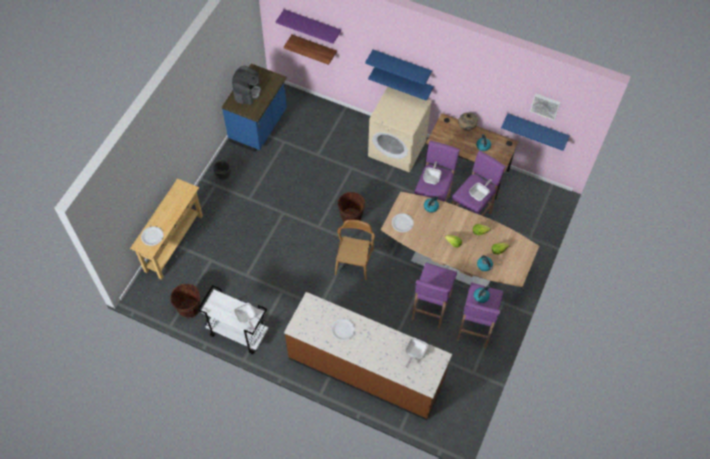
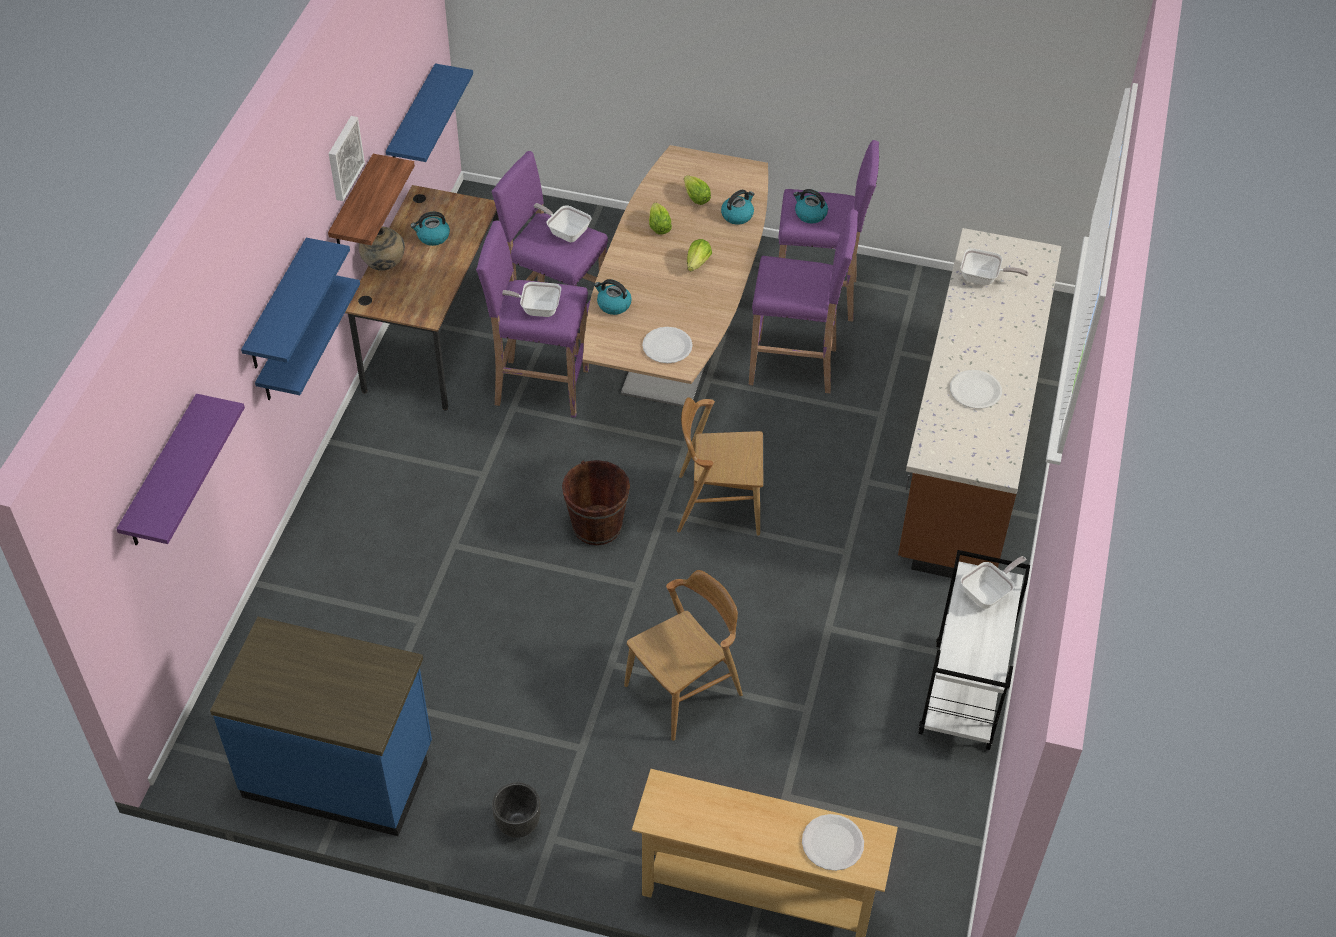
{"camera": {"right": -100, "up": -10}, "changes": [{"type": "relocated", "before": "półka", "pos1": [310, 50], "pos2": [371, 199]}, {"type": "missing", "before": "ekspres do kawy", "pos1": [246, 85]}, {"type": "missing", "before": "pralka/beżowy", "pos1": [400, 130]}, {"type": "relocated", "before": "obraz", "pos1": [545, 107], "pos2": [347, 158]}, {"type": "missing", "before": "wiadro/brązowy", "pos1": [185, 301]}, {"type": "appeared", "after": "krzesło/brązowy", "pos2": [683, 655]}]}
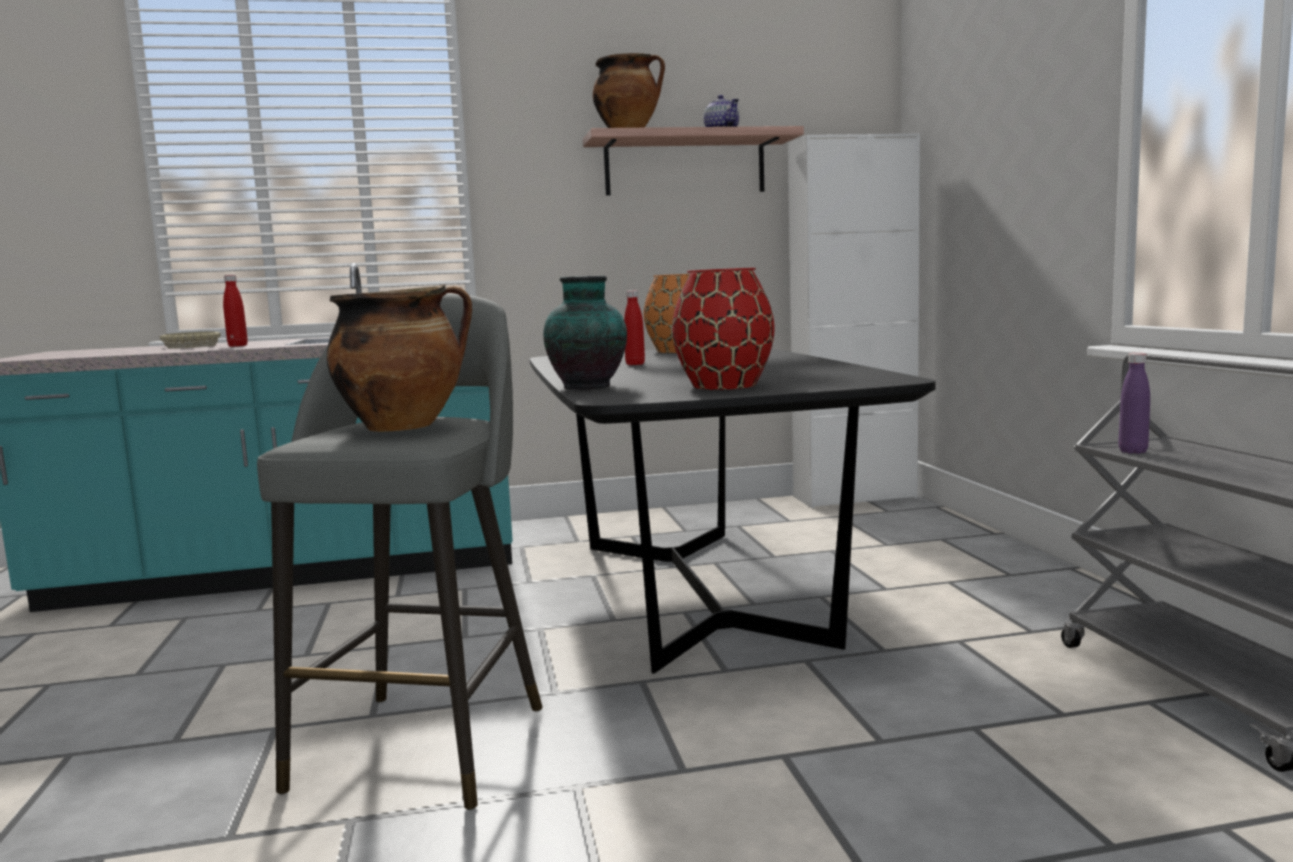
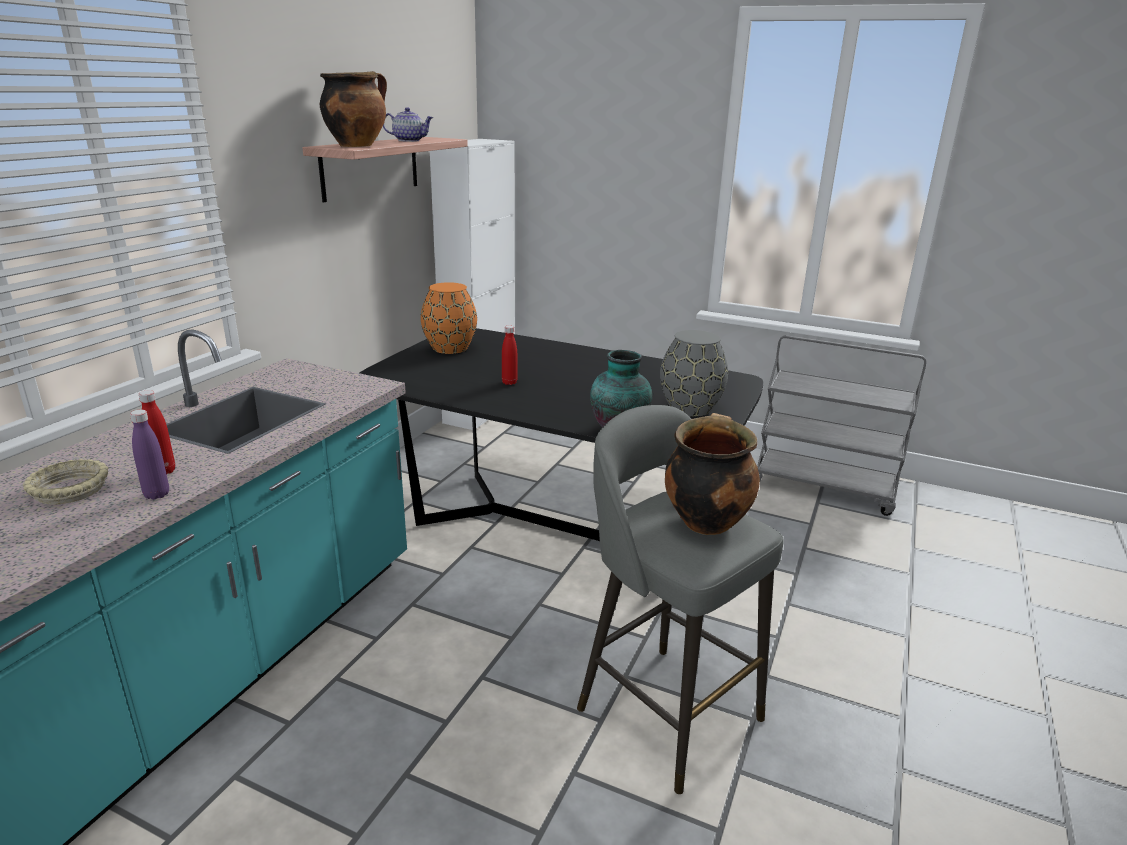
{"camera": {"right": -55, "up": 15}, "changes": [{"type": "colour", "before": "wazon/czerwony", "after": "wazon/szary", "pos1": [723, 329], "pos2": [694, 373]}, {"type": "relocated", "before": "butelka/fioletowy", "pos1": [1134, 403], "pos2": [149, 454]}]}
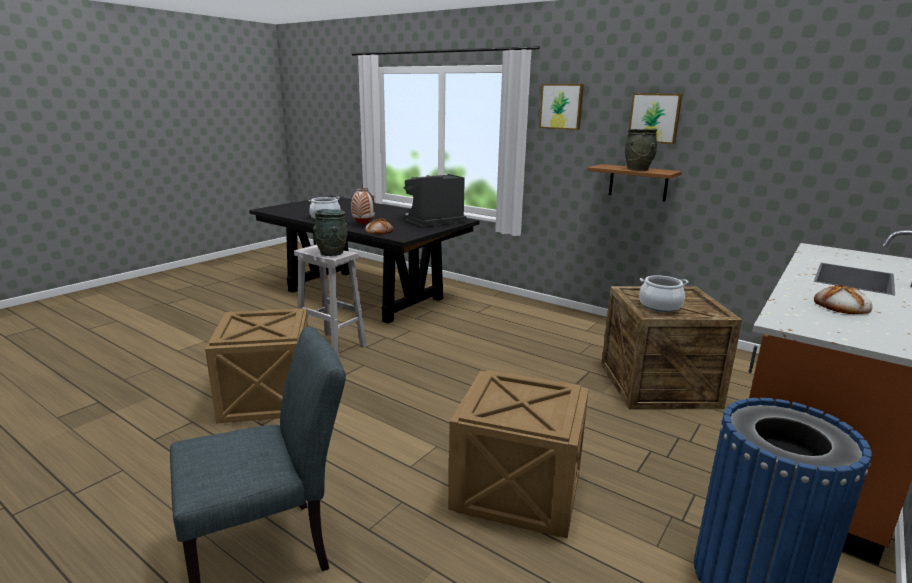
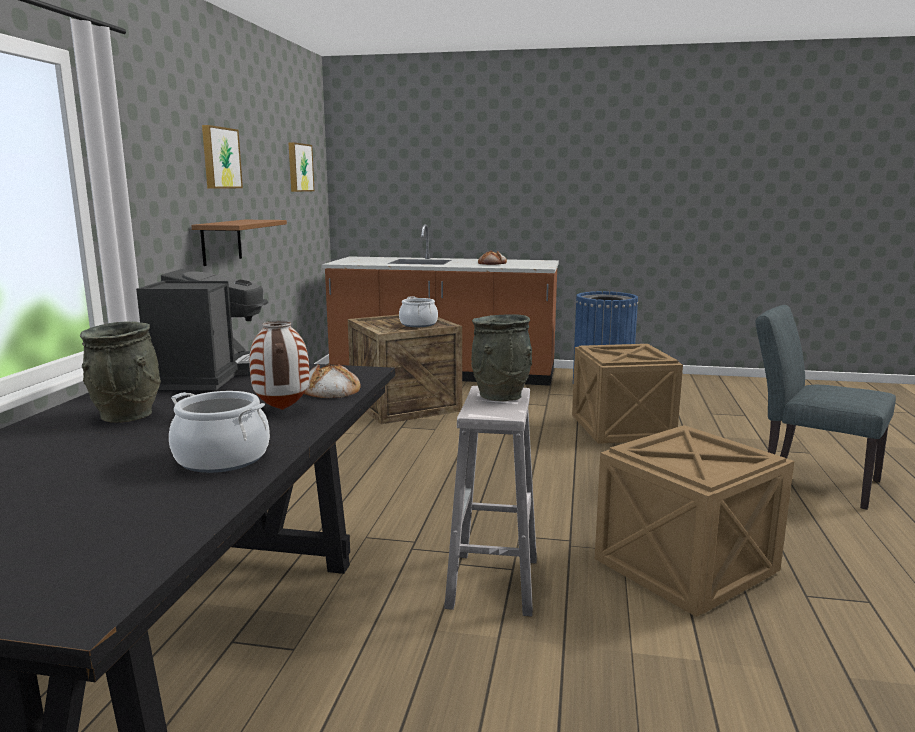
{"camera": {"right": -115, "up": -5}, "changes": [{"type": "relocated", "before": "obraz", "pos1": [561, 107], "pos2": [301, 167]}, {"type": "relocated", "before": "wazon/szary", "pos1": [641, 150], "pos2": [120, 372]}, {"type": "spun", "before": "ekspres do kawy", "pos1": [434, 200], "pos2": [202, 329], "turn": -120}]}
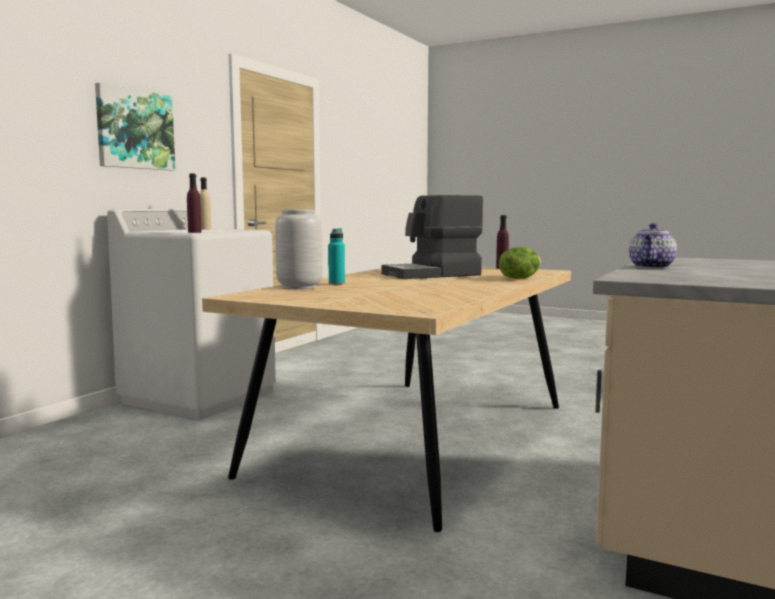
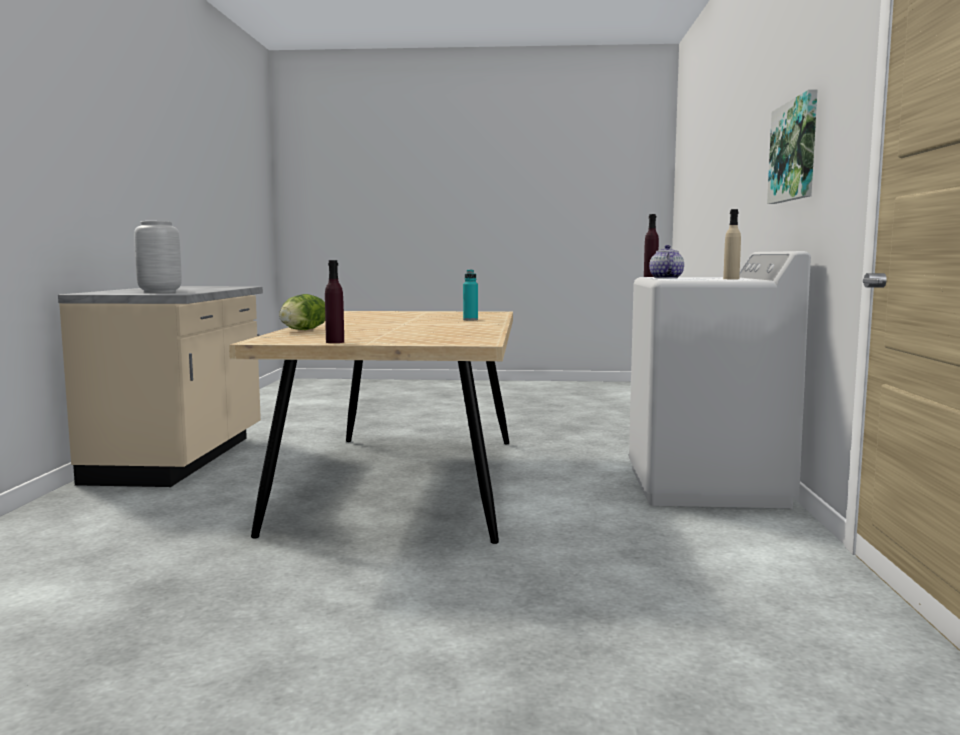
{"camera": {"right": 155, "up": 0}, "changes": [{"type": "missing", "before": "ekspres do kawy", "pos1": [432, 237]}, {"type": "relocated", "before": "wazon/szary", "pos1": [299, 249], "pos2": [158, 257]}, {"type": "relocated", "before": "imbryk", "pos1": [653, 245], "pos2": [666, 262]}]}
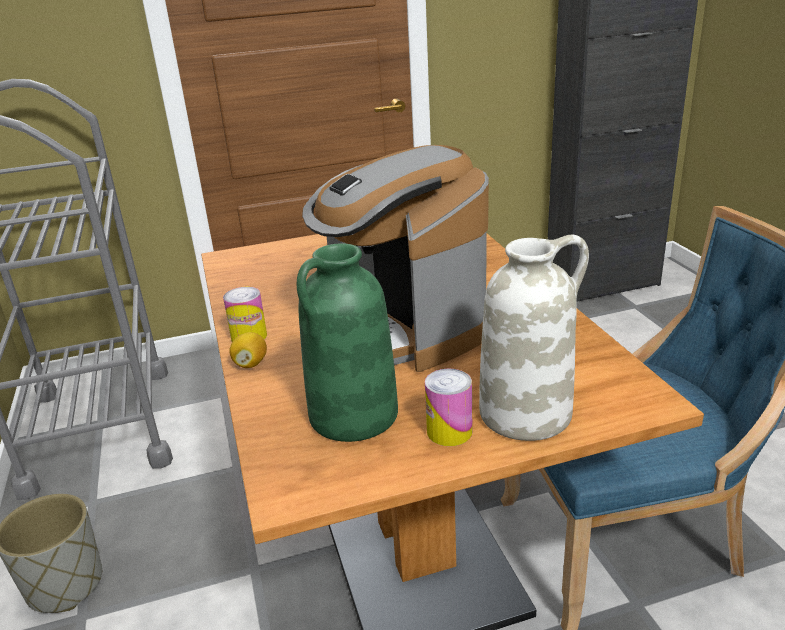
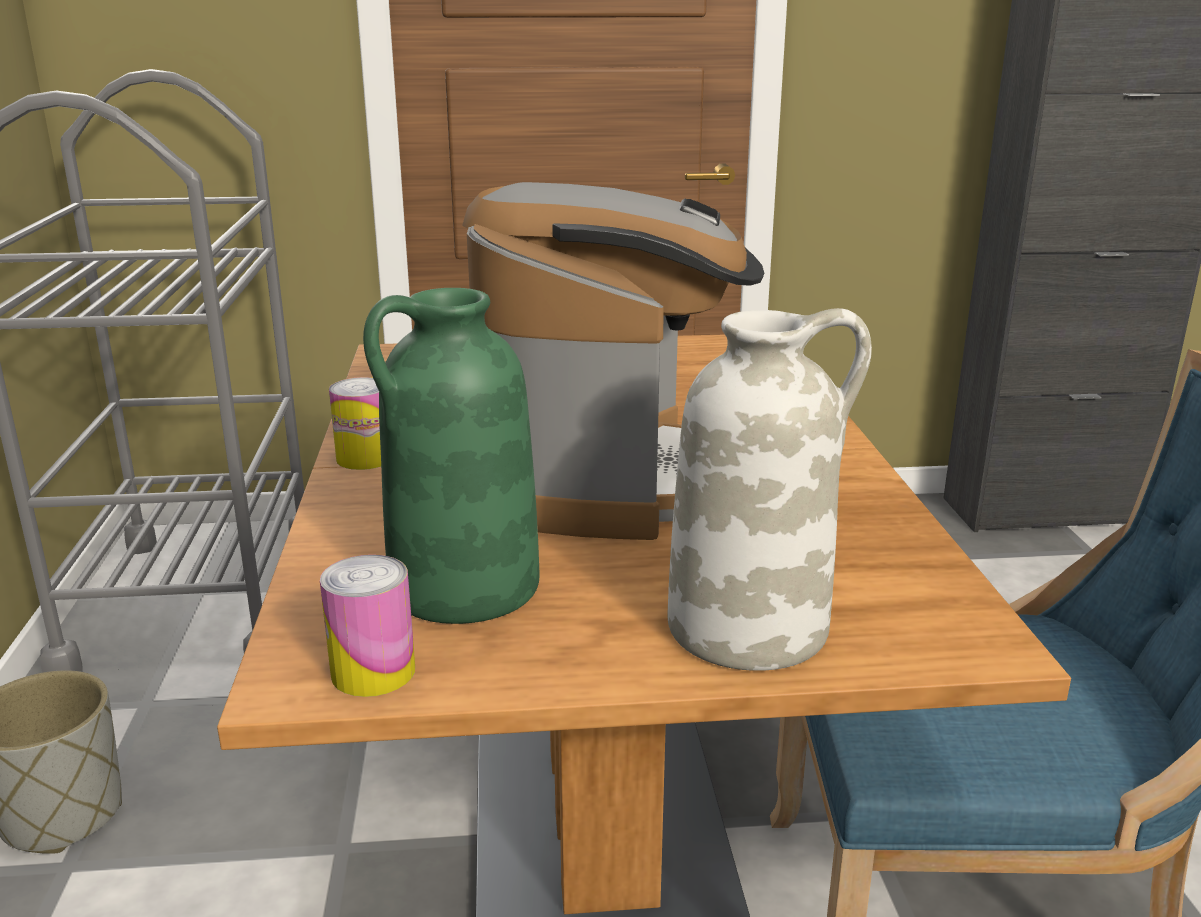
{"camera": {"right": 10, "up": -5}, "changes": [{"type": "spun", "before": "ekspres do kawy", "pos1": [395, 258], "pos2": [613, 361], "turn": -150}, {"type": "missing", "before": "cytryna", "pos1": [248, 350]}, {"type": "relocated", "before": "puszka", "pos1": [448, 407], "pos2": [367, 626]}]}
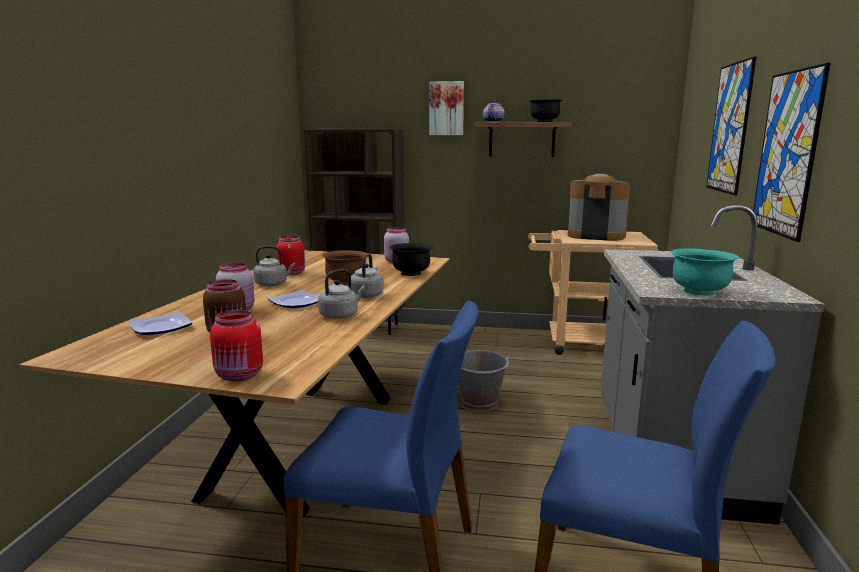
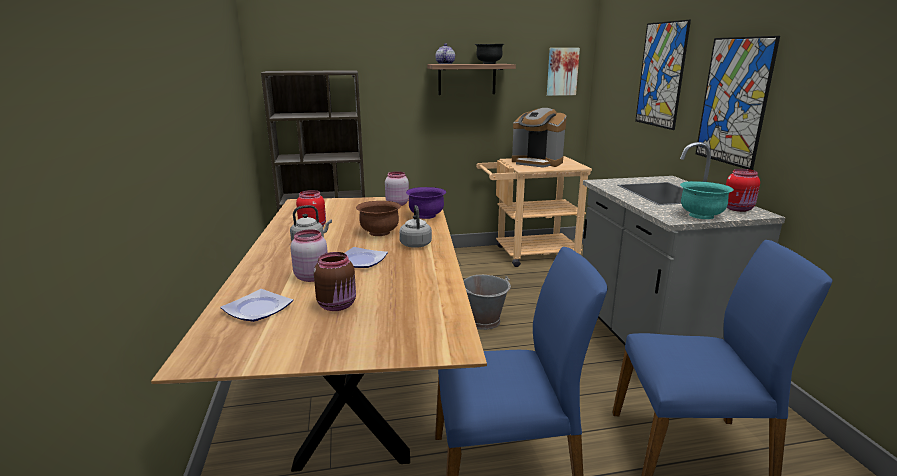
{"camera": {"right": -20, "up": 5}, "changes": [{"type": "relocated", "before": "obraz", "pos1": [446, 108], "pos2": [563, 72]}, {"type": "spun", "before": "ekspres do kawy", "pos1": [599, 207], "pos2": [539, 138], "turn": -150}, {"type": "colour", "before": "miska/czarny", "after": "miska/fioletowy", "pos1": [411, 259], "pos2": [426, 203]}, {"type": "missing", "before": "czajnik/szary", "pos1": [341, 294]}, {"type": "relocated", "before": "słoik/czerwony", "pos1": [236, 346], "pos2": [743, 190]}]}
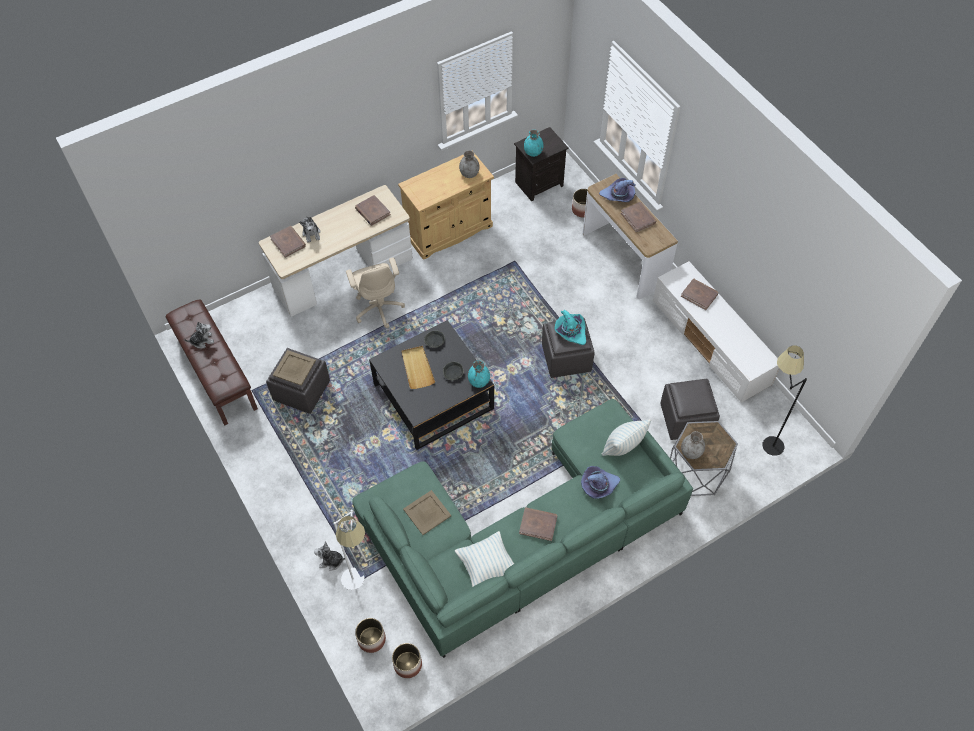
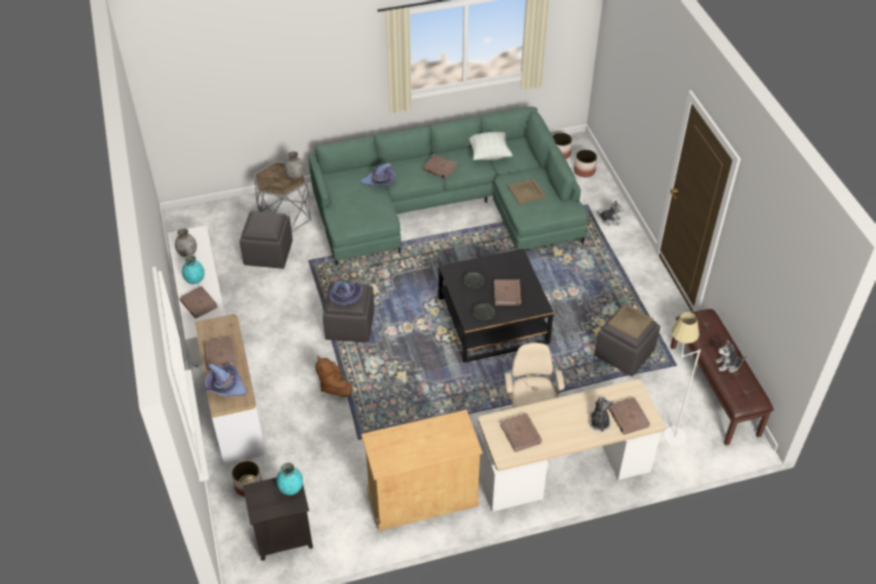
{"camera": {"right": -165, "up": -10}, "changes": [{"type": "relocated", "before": "wazon/szary", "pos1": [469, 164], "pos2": [186, 242]}, {"type": "colour", "before": "kapelusz/turkusowy", "after": "kapelusz/fioletowy", "pos1": [570, 327], "pos2": [345, 293]}, {"type": "missing", "before": "lampa stojąca/czarny", "pos1": [785, 400]}, {"type": "exchanged", "before": "taca/beżowy", "after": "książka/brązowy", "pos1": [418, 367], "pos2": [507, 292]}, {"type": "relocated", "before": "wazon/turkusowy", "pos1": [479, 374], "pos2": [193, 269]}, {"type": "missing", "before": "poduszka", "pos1": [626, 437]}, {"type": "relocated", "before": "lampa stojąca/biały", "pos1": [349, 549], "pos2": [682, 379]}, {"type": "appeared", "after": "pluszak/brązowy", "pos2": [333, 376]}]}
